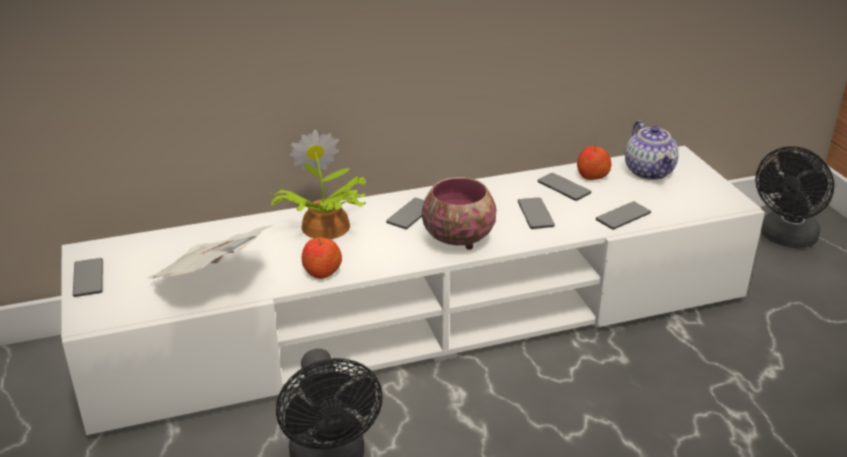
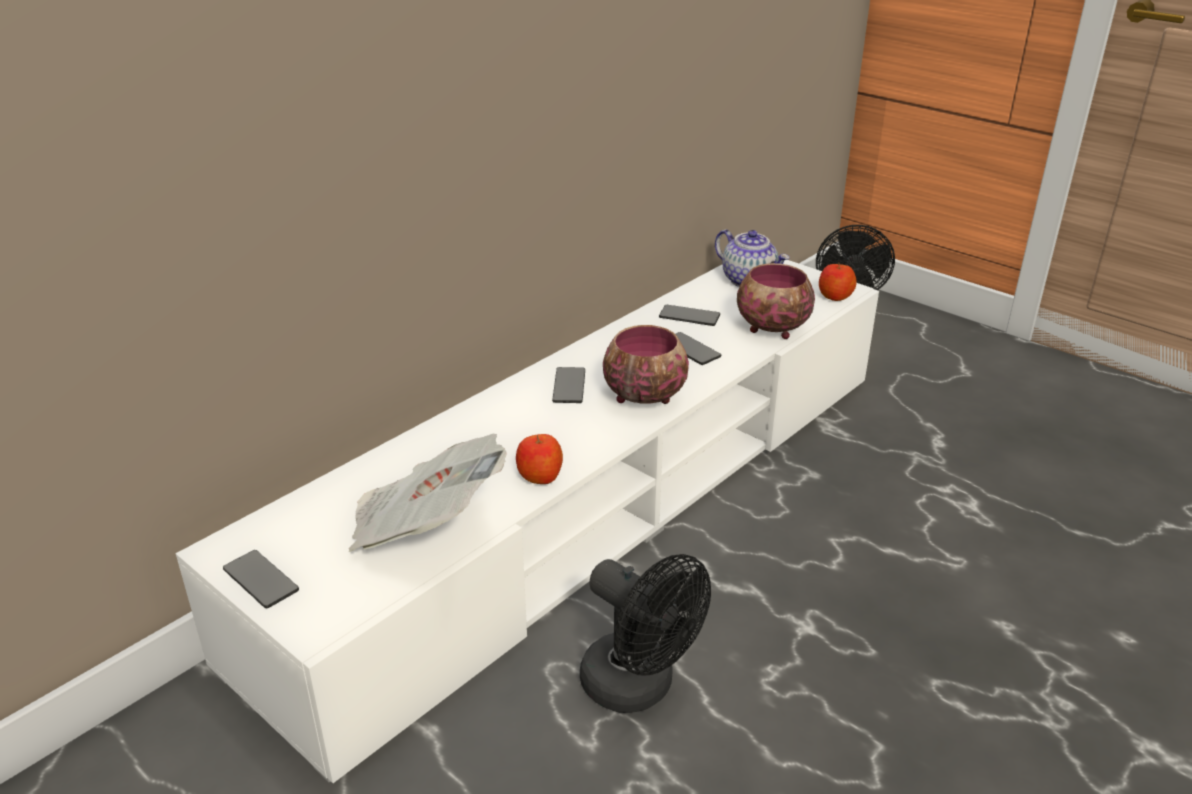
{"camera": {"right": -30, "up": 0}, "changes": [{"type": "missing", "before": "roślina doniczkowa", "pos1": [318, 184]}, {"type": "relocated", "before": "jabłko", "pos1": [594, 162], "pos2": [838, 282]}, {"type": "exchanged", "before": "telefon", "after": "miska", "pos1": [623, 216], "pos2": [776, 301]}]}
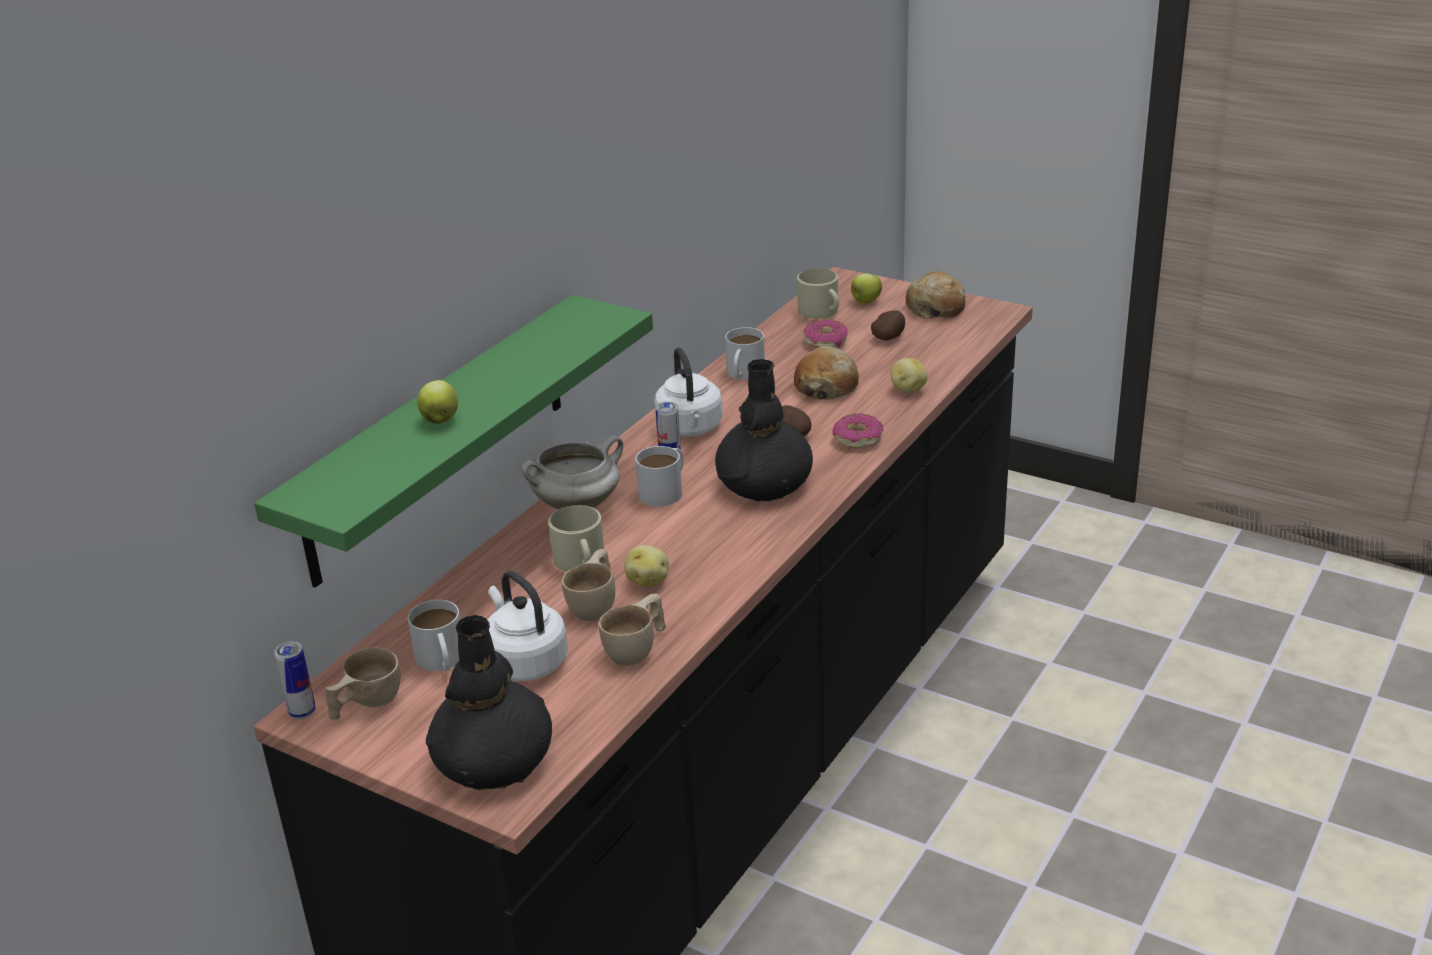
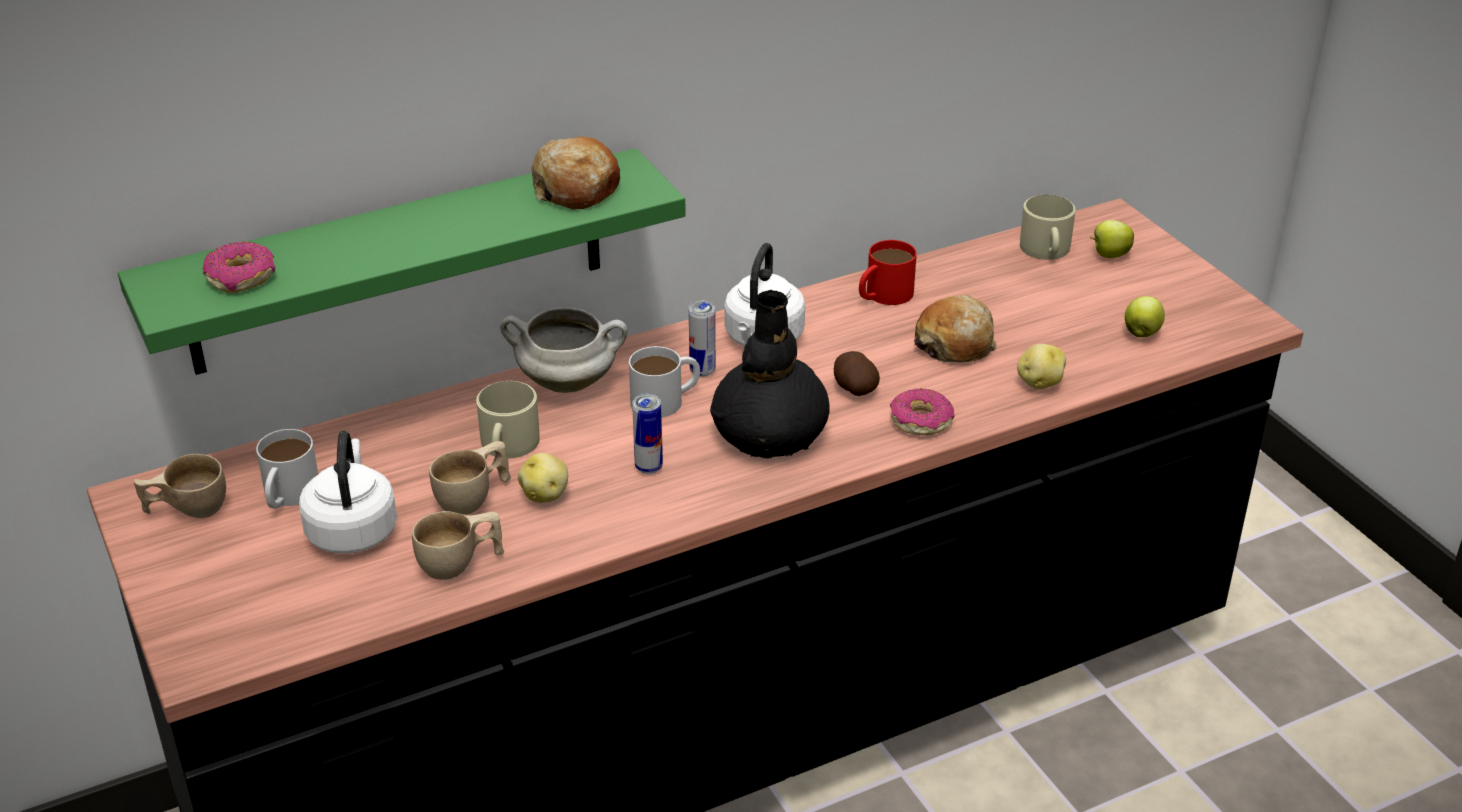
{"camera": {"right": 30, "up": 5}, "changes": [{"type": "relocated", "before": "chleb", "pos1": [935, 295], "pos2": [575, 172]}, {"type": "missing", "before": "ziemniak", "pos1": [888, 325]}, {"type": "relocated", "before": "donut", "pos1": [826, 334], "pos2": [238, 267]}, {"type": "colour", "before": "kubek/biały", "after": "kubek/czerwony", "pos1": [745, 353], "pos2": [888, 272]}, {"type": "relocated", "before": "jabłko", "pos1": [437, 402], "pos2": [1145, 316]}, {"type": "missing", "before": "wazon/czarny", "pos1": [489, 702]}, {"type": "relocated", "before": "puszka", "pos1": [295, 680], "pos2": [647, 434]}]}
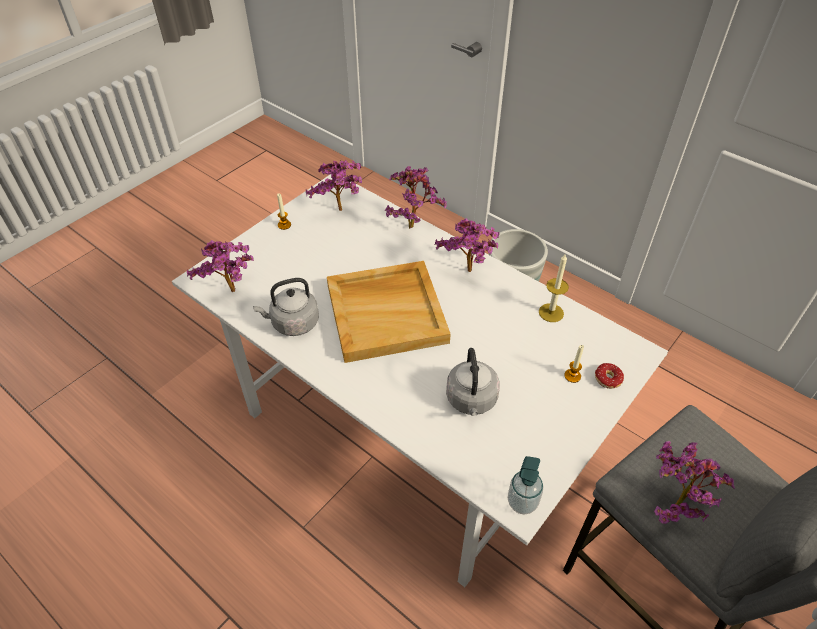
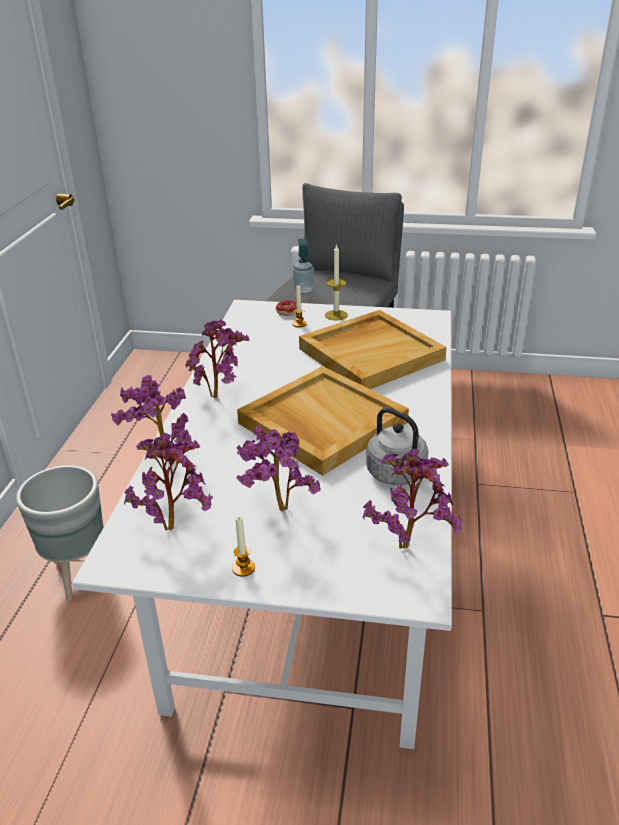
{"camera": {"right": -120, "up": -15}, "changes": [{"type": "relocated", "before": "świeca", "pos1": [554, 288], "pos2": [336, 282]}, {"type": "exchanged", "before": "czajnik/szary", "after": "taca/beżowy", "pos1": [473, 382], "pos2": [373, 349]}, {"type": "relocated", "before": "roślina doniczkowa", "pos1": [694, 482], "pos2": [279, 468]}, {"type": "relocated", "before": "dozownik mydła", "pos1": [525, 485], "pos2": [303, 265]}]}
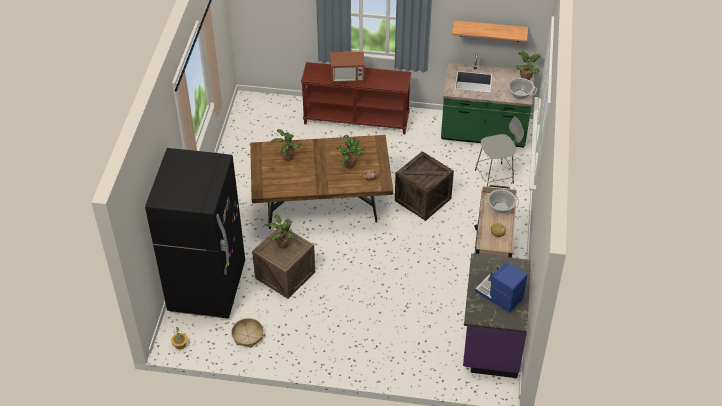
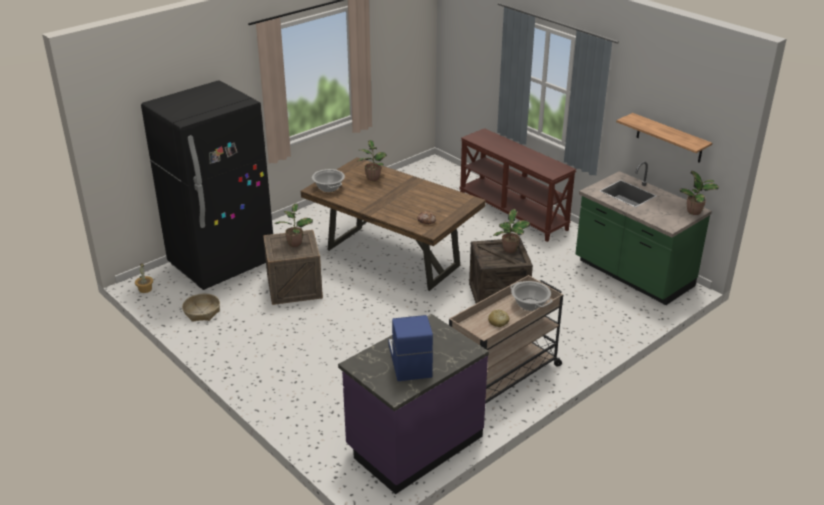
{"camera": {"right": 40, "up": -15}, "changes": [{"type": "missing", "before": "mikrofalówka", "pos1": [348, 66]}, {"type": "relocated", "before": "garnek", "pos1": [521, 89], "pos2": [328, 180]}, {"type": "missing", "before": "stołek/szary", "pos1": [499, 151]}, {"type": "relocated", "before": "roślina doniczkowa", "pos1": [350, 151], "pos2": [511, 231]}]}
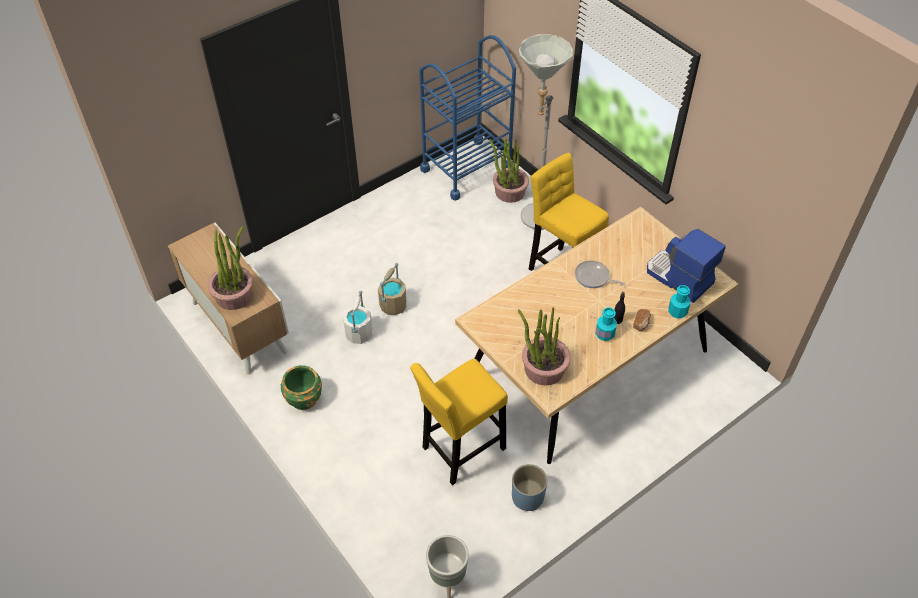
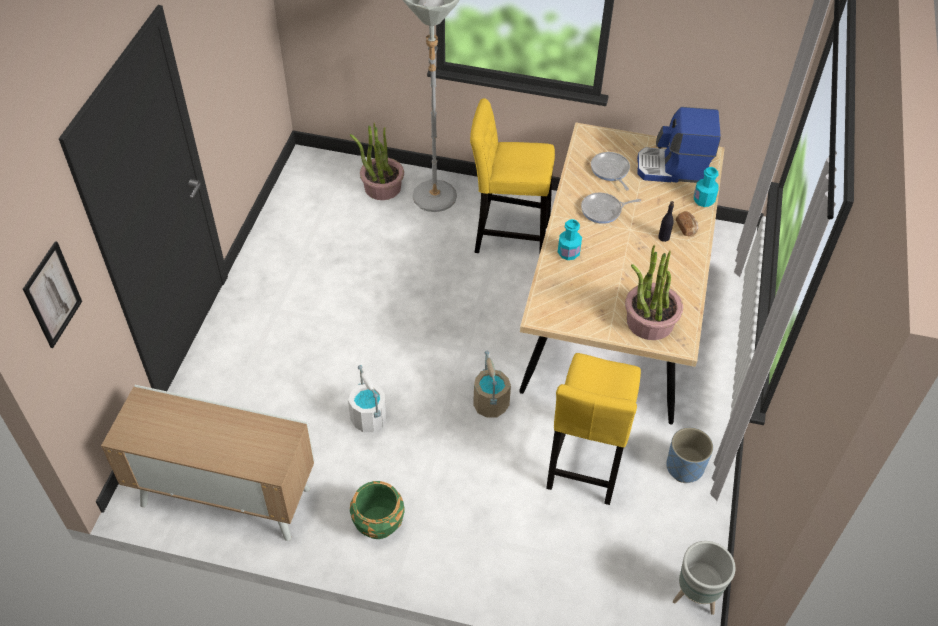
{"camera": {"right": -40, "up": 0}, "changes": [{"type": "missing", "before": "wózek/niebieski", "pos1": [467, 118]}, {"type": "missing", "before": "roślina doniczkowa", "pos1": [230, 268]}, {"type": "relocated", "before": "wiadro/beżowy", "pos1": [392, 289], "pos2": [492, 384]}, {"type": "relocated", "before": "butelka/turkusowy", "pos1": [606, 324], "pos2": [570, 239]}, {"type": "appeared", "after": "patelnia", "pos2": [610, 171]}, {"type": "appeared", "after": "obraz", "pos2": [52, 294]}]}
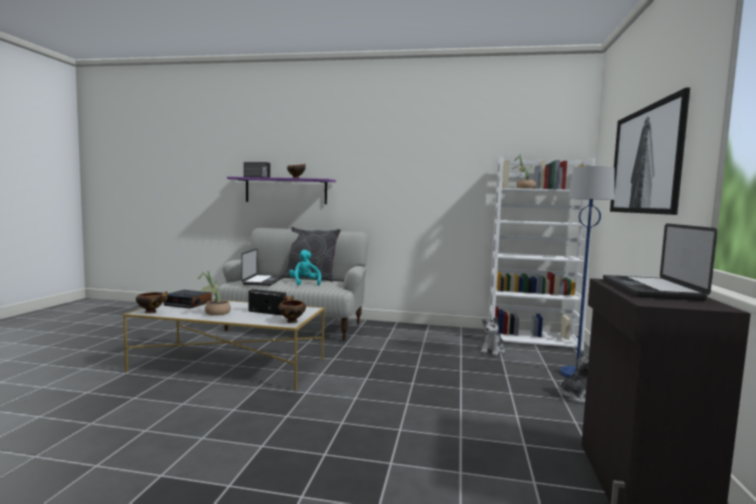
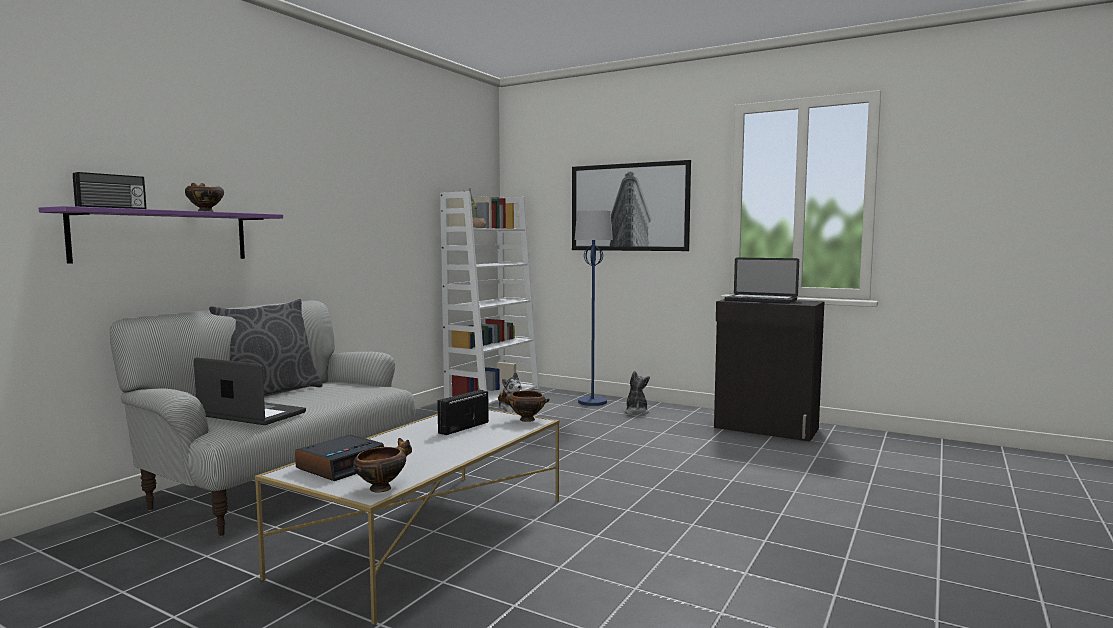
{"camera": {"right": -70, "up": 0}, "changes": [{"type": "missing", "before": "pluszak/turkusowy", "pos1": [305, 268]}, {"type": "missing", "before": "roślina doniczkowa", "pos1": [214, 293]}]}
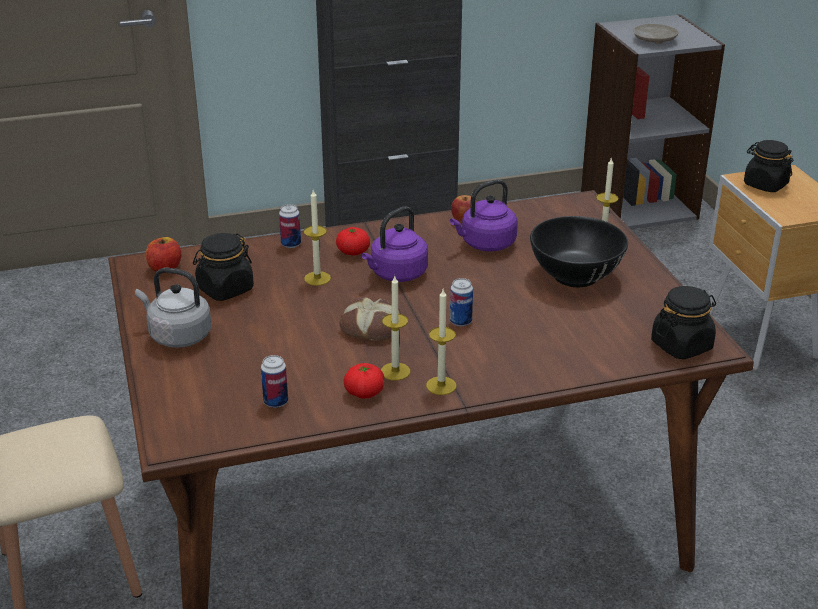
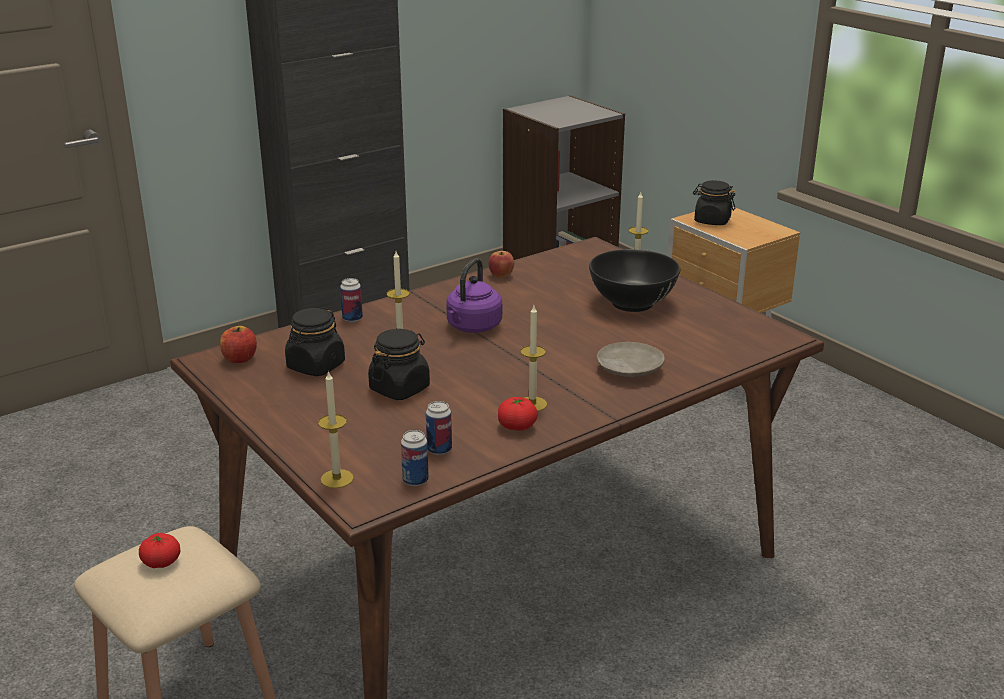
{"camera": {"right": -20, "up": -5}, "changes": [{"type": "relocated", "before": "talerz/beżowy", "pos1": [656, 34], "pos2": [631, 359]}, {"type": "missing", "before": "czajnik/fioletowy", "pos1": [484, 215]}, {"type": "relocated", "before": "pomidor", "pos1": [353, 241], "pos2": [159, 550]}, {"type": "missing", "before": "czajnik/szary", "pos1": [173, 307]}, {"type": "relocated", "before": "puszka", "pos1": [461, 302], "pos2": [415, 458]}, {"type": "relocated", "before": "słoik/czarny", "pos1": [683, 322], "pos2": [399, 364]}, {"type": "relocated", "before": "świeca", "pos1": [441, 342], "pos2": [336, 429]}, {"type": "missing", "before": "chleb", "pos1": [370, 319]}]}
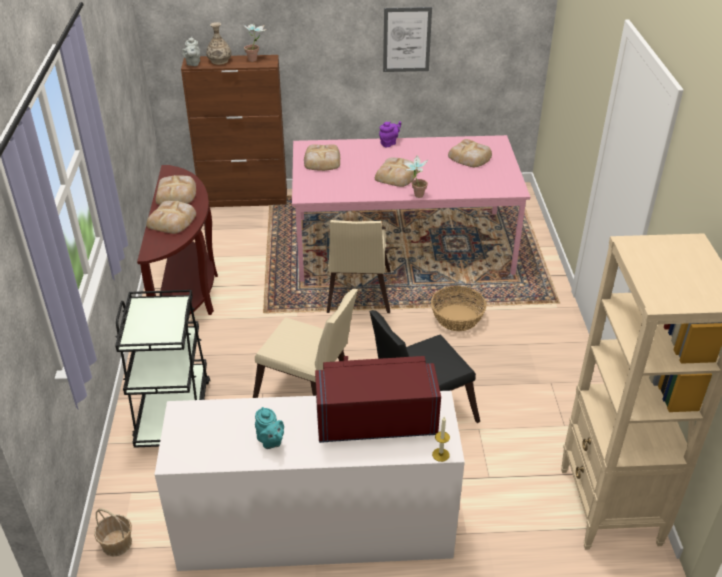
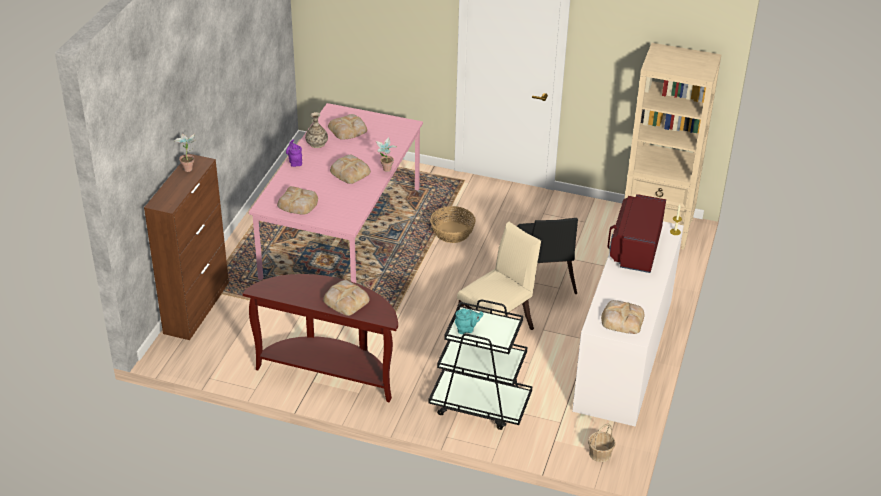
{"camera": {"right": -70, "up": 0}, "changes": [{"type": "missing", "before": "obraz", "pos1": [407, 39]}, {"type": "relocated", "before": "wazon", "pos1": [219, 43], "pos2": [316, 130]}, {"type": "missing", "before": "imbryk/szary", "pos1": [191, 51]}, {"type": "relocated", "before": "chleb", "pos1": [176, 190], "pos2": [623, 317]}, {"type": "missing", "before": "krzesło/beżowy", "pos1": [359, 266]}, {"type": "relocated", "before": "imbryk/turkusowy", "pos1": [269, 428], "pos2": [469, 321]}]}
